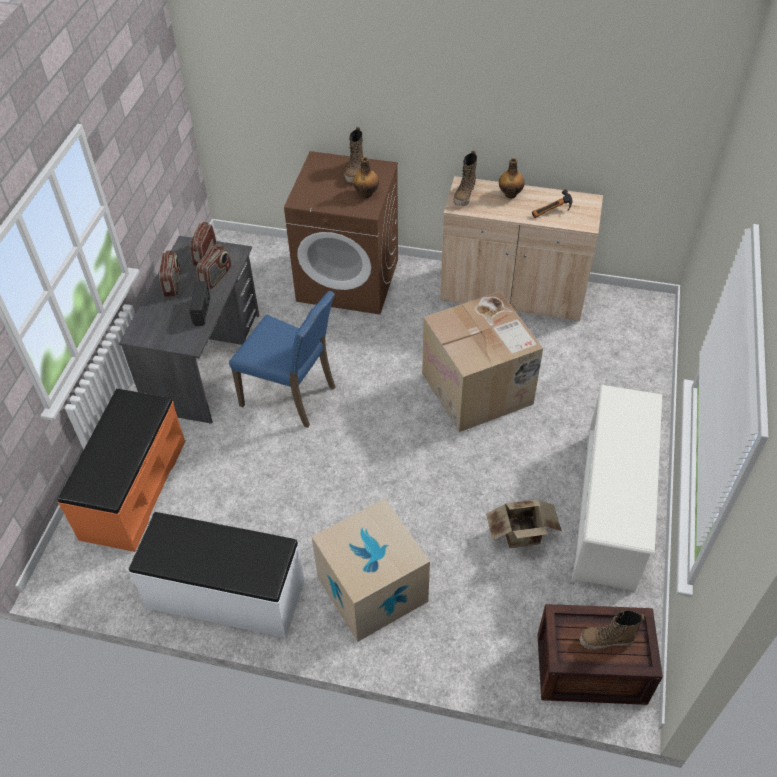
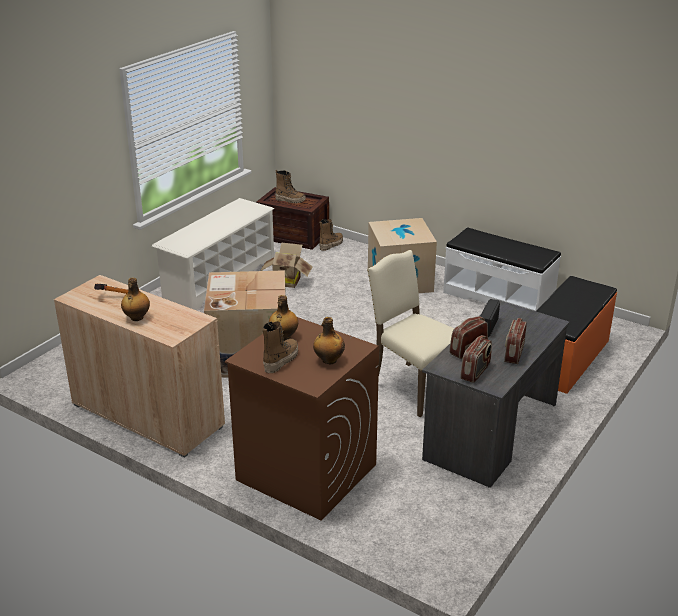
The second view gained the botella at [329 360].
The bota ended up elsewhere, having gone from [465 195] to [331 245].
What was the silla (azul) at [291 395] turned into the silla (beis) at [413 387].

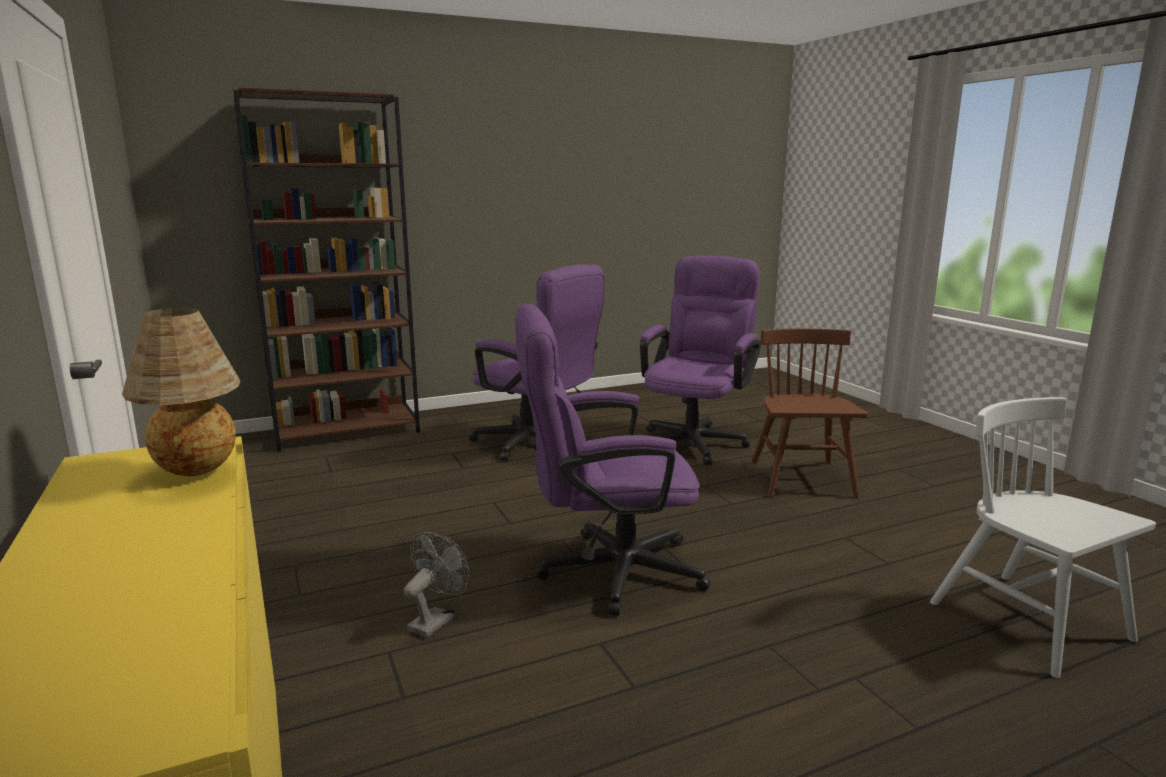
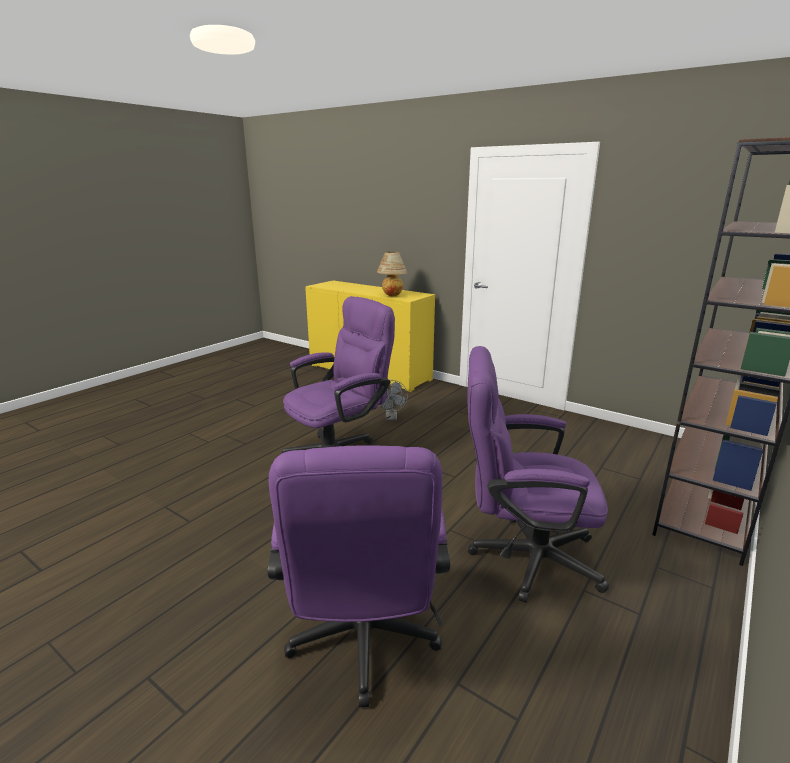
The second view lost the silla (marrón) at [801 479].
The second view lost the silla (blanco) at [1029 622].

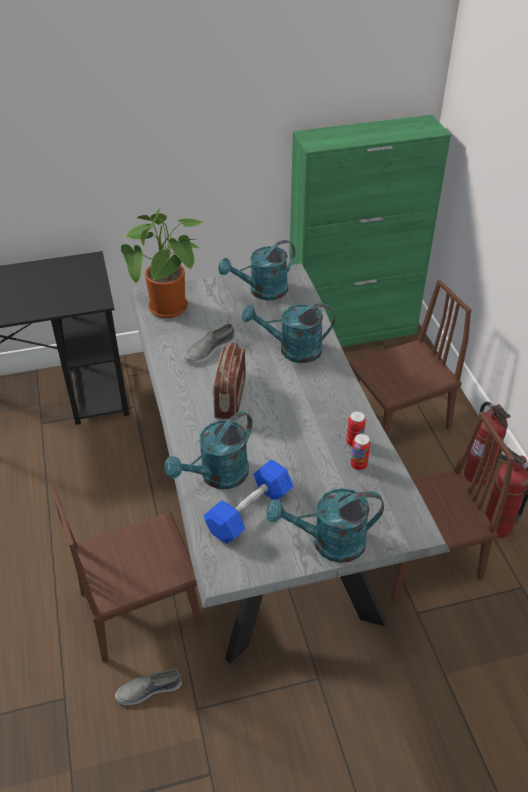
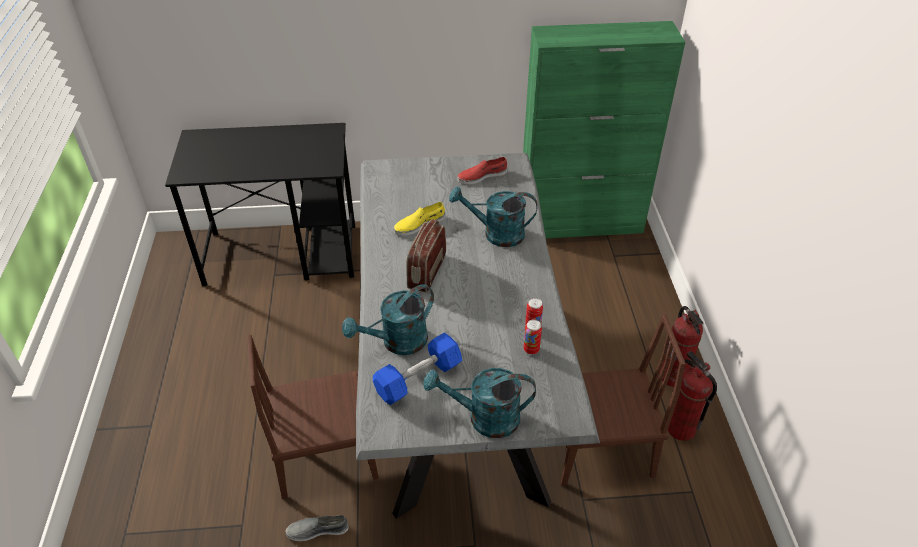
The second view lost the planta en maceta at [170 310].
The second view lost the silla (marrón) at [398 418].
Where the regadera (turquesa) stood at [262 292], the zapato (rojo) came to stand at [482 176].
What was the zapato (gris) at [209 349] turned into the zapato (amarillo) at [419 224].

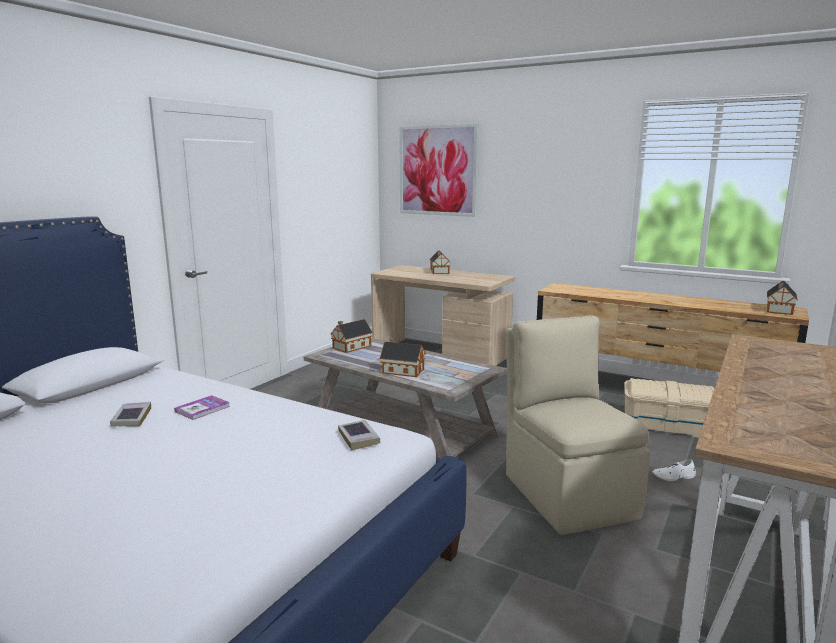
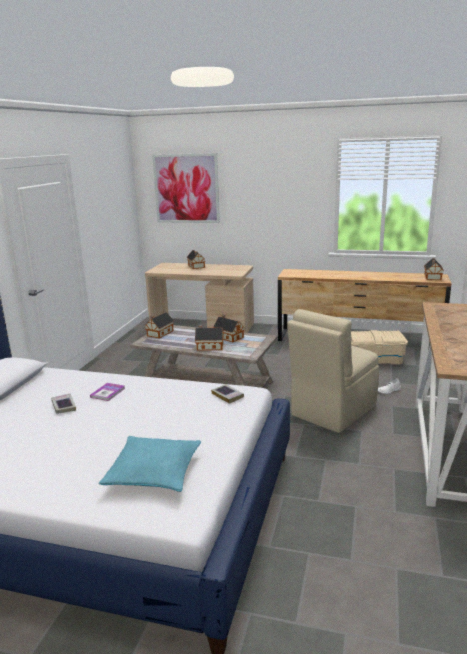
The second view gained the cojín (turquesa) at [154 472].
The second view gained the casita at [228 337].
The silla (beis) at [567 493] ended up facing another way, 105 degrees counterclockwise from before.

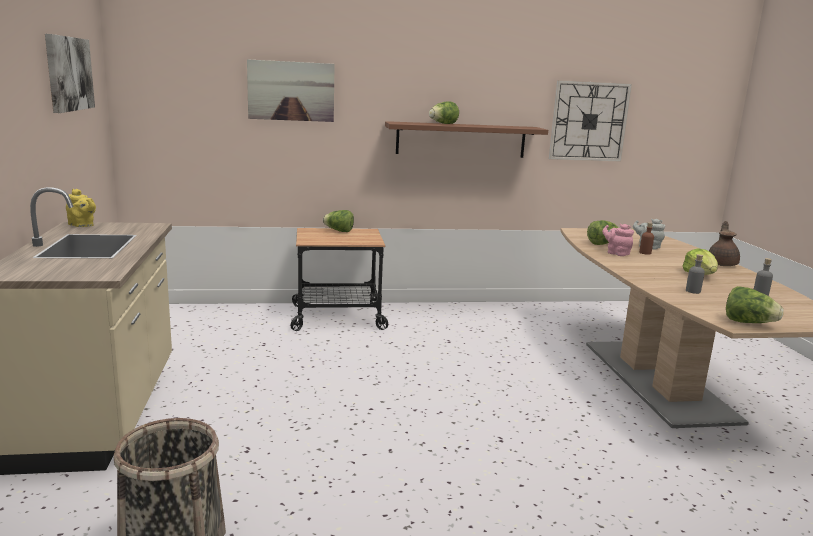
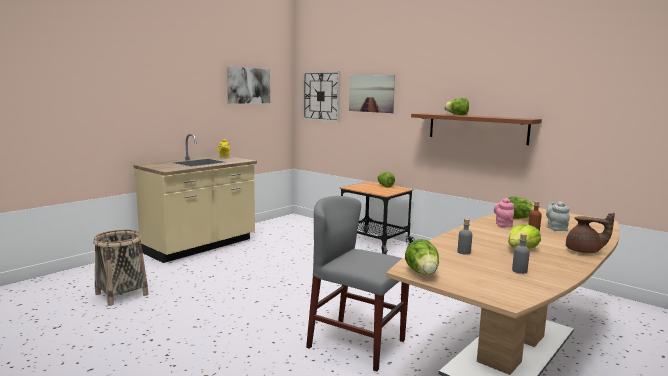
The second view gained the silla (gris) at [356 344].
The reloj de pared ended up elsewhere, having gone from [589 121] to [321 96].
The tetera (marrón) at [722 264] ended up facing another way, 45 degrees clockwise from before.

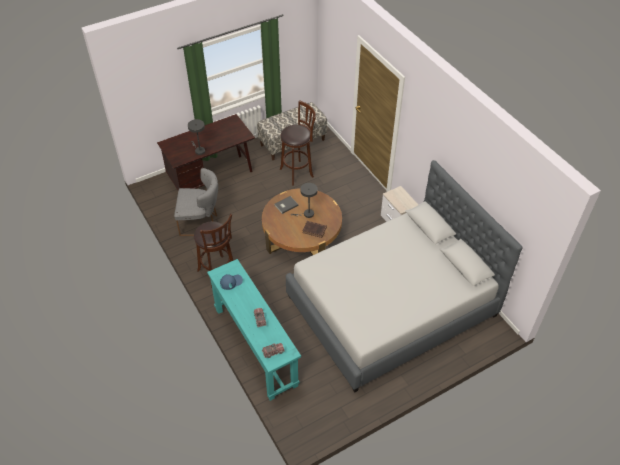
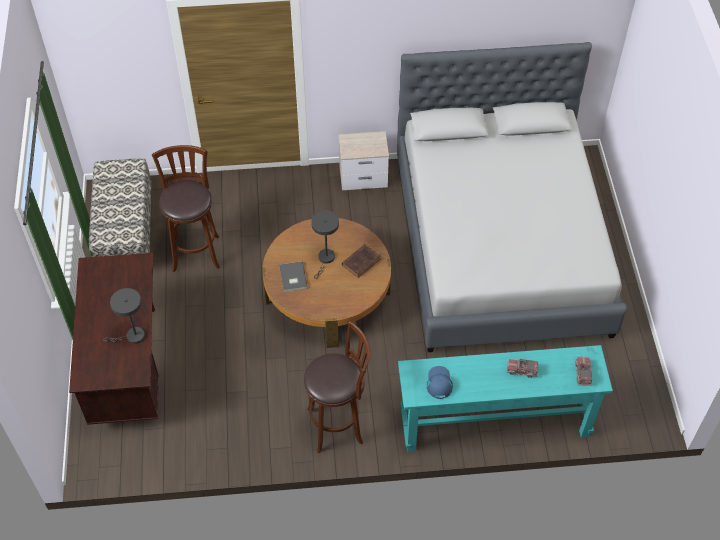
The second view lost the silla (gris) at [201 222].

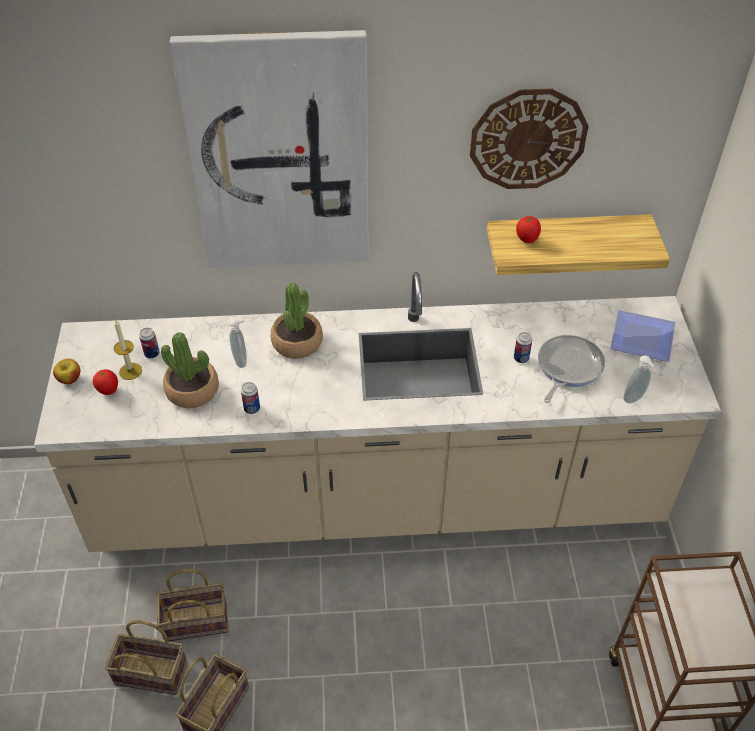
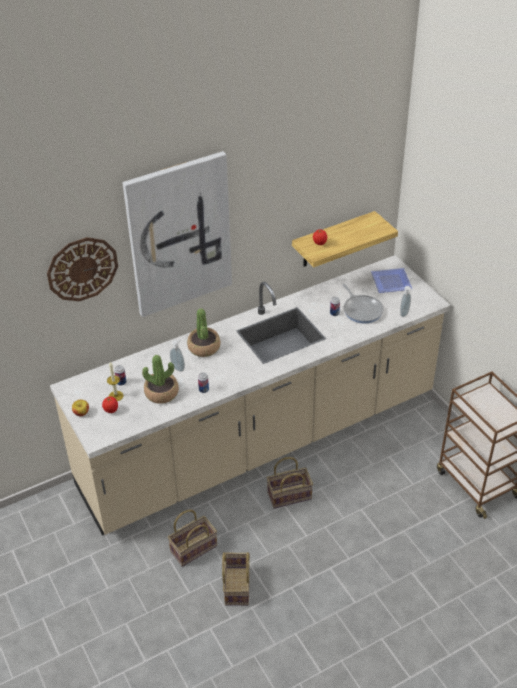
The cesta ended up elsewhere, having gone from [153 672] to [290 495].
The reloj de pared ended up elsewhere, having gone from [528 139] to [82 269].
The sartén at [567 367] ended up facing another way, 150 degrees clockwise from before.

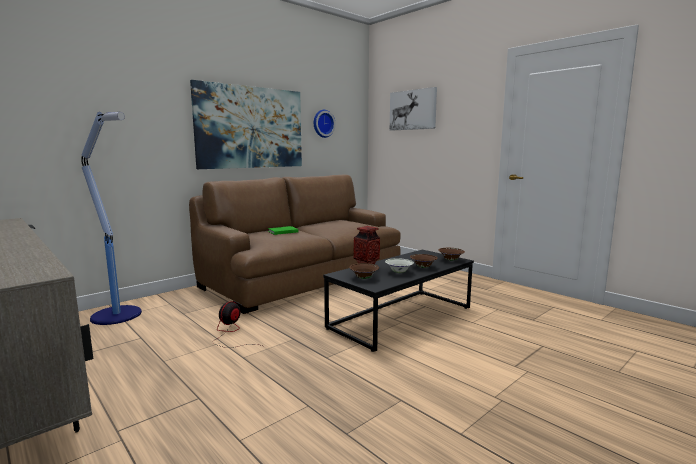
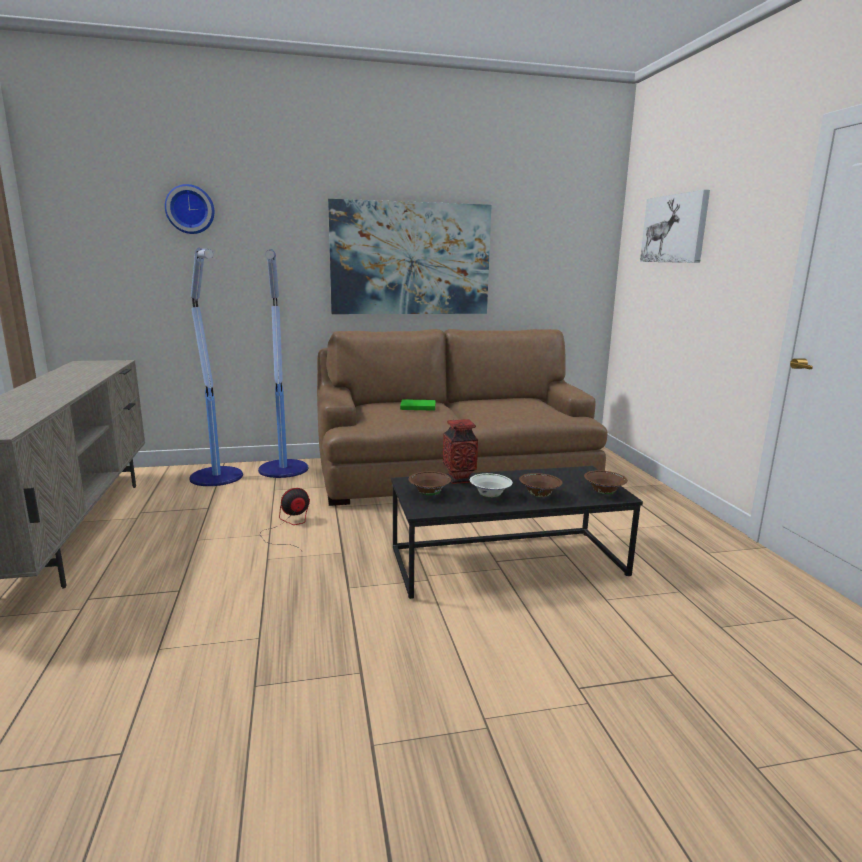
The second view gained the lámpara de pie at [283 470].
The reloj de pared ended up elsewhere, having gone from [322 123] to [190 209].

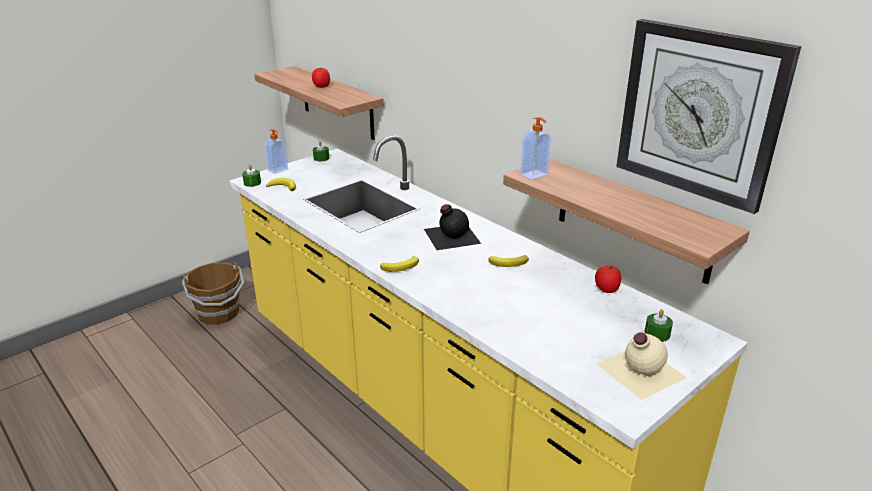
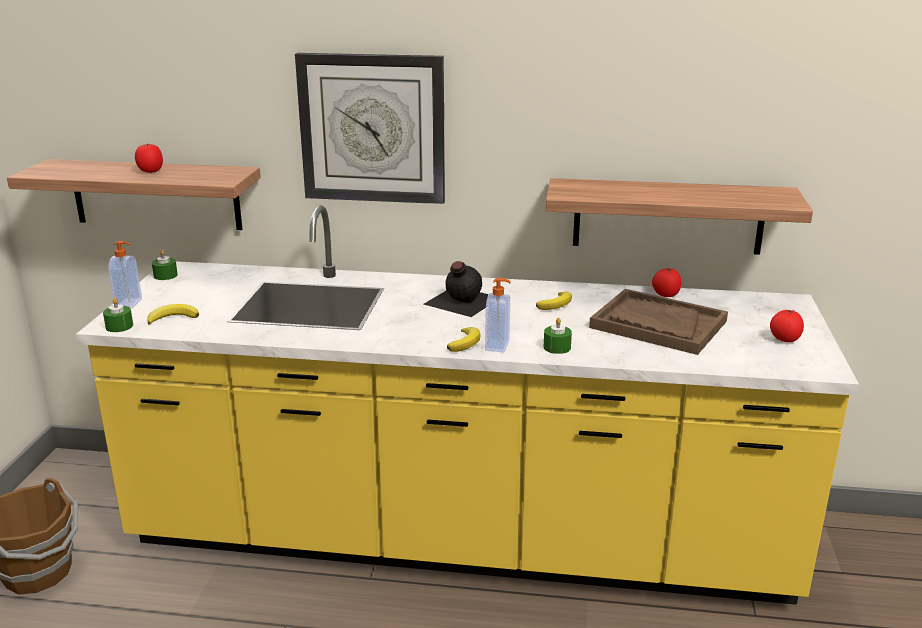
The second view gained the bandeja (marrón) at [657 324].
The dispensador de jabón ended up elsewhere, having gone from [534 175] to [498 346].
The reloj de pared ended up elsewhere, having gone from [699 113] to [372 128].
The vela (verde) ended up elsewhere, having gone from [657 334] to [557 347].
Where the botella (beis) stood at [639 370], the tomate came to stand at [784 340].

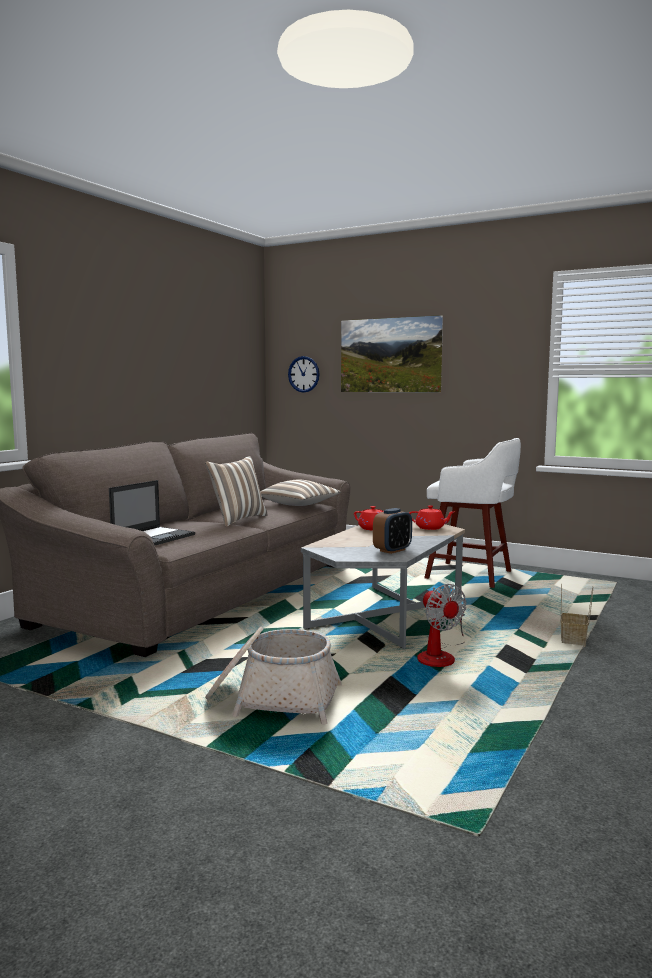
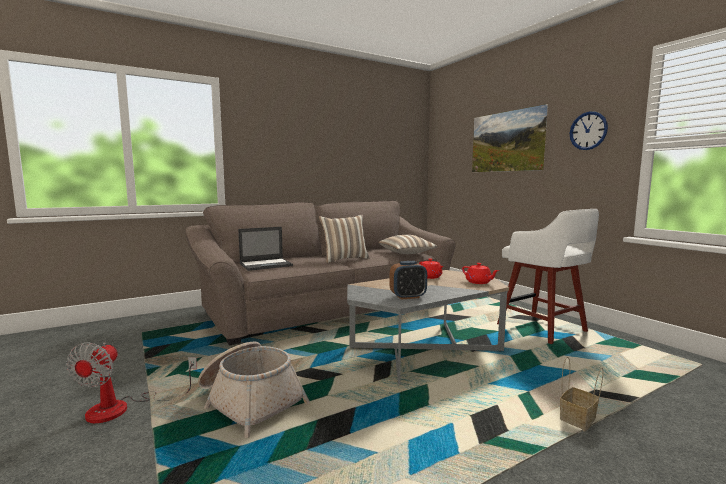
The reloj de pared ended up elsewhere, having gone from [303 374] to [588 131].
The ventilador ended up elsewhere, having gone from [440 656] to [123 408].

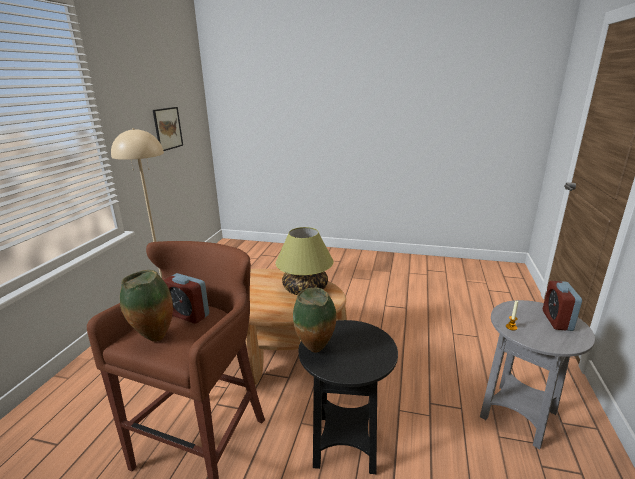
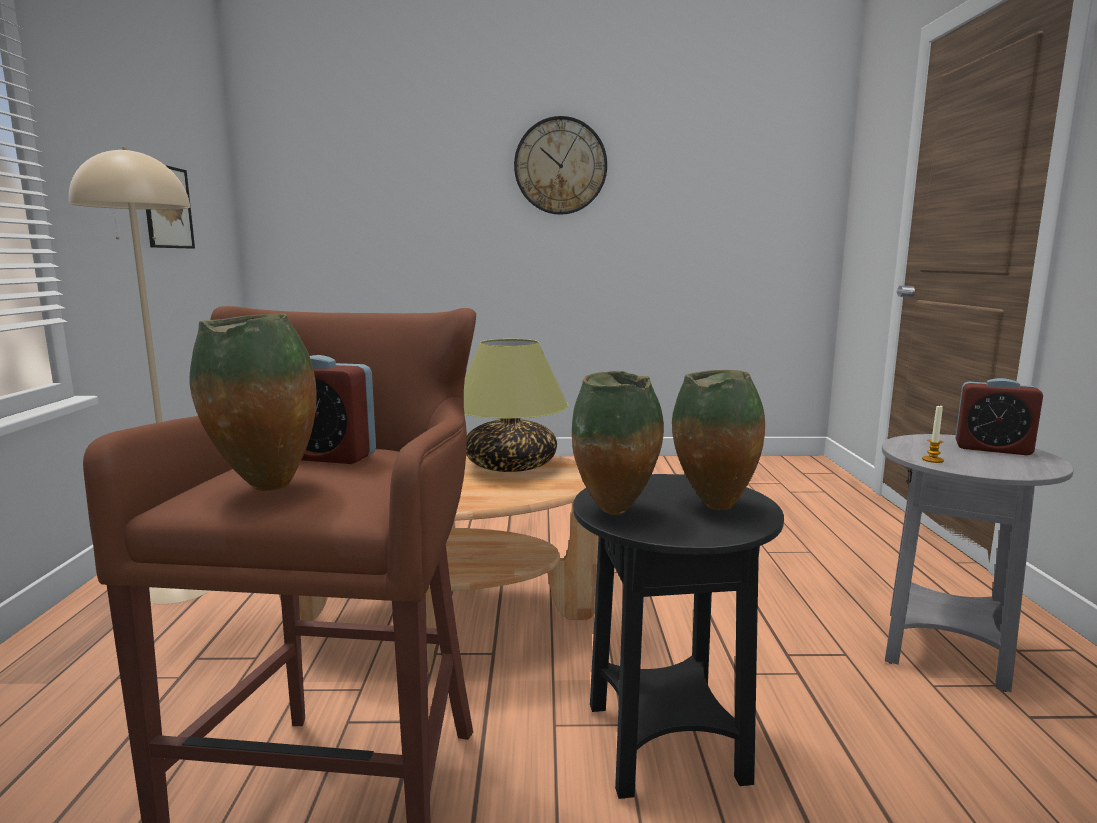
The second view gained the reloj de pared at [560 166].
The second view gained the florero at [713 507].
The despertador at [557 320] ended up facing another way, 60 degrees counterclockwise from before.

